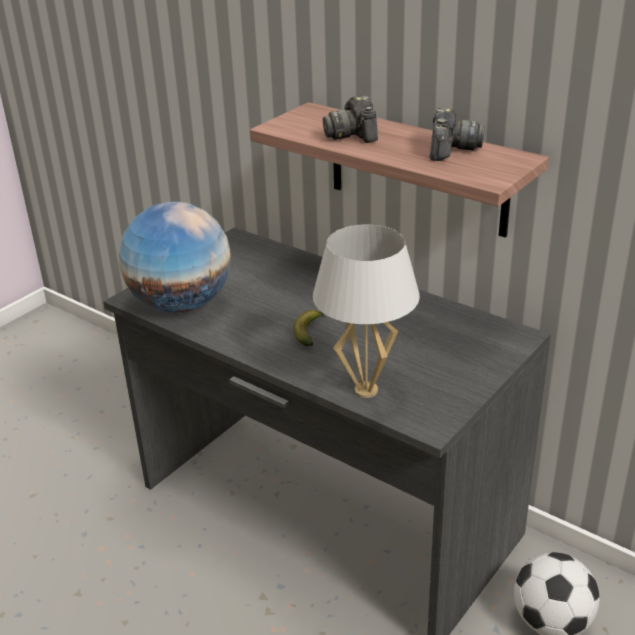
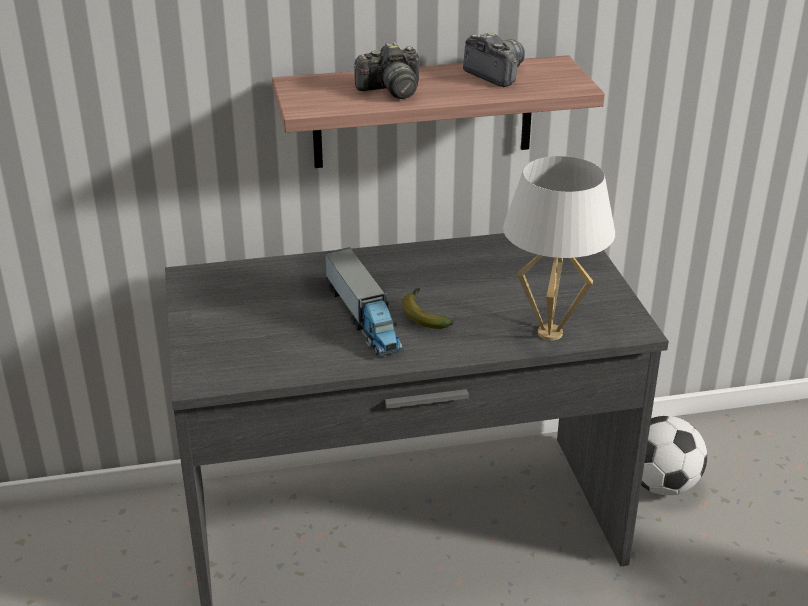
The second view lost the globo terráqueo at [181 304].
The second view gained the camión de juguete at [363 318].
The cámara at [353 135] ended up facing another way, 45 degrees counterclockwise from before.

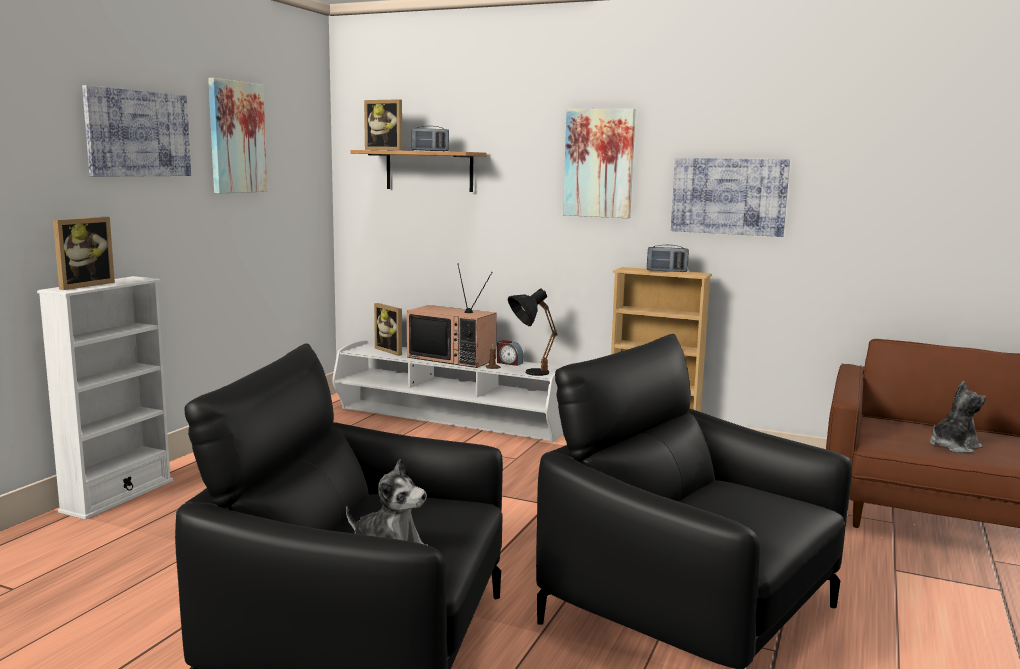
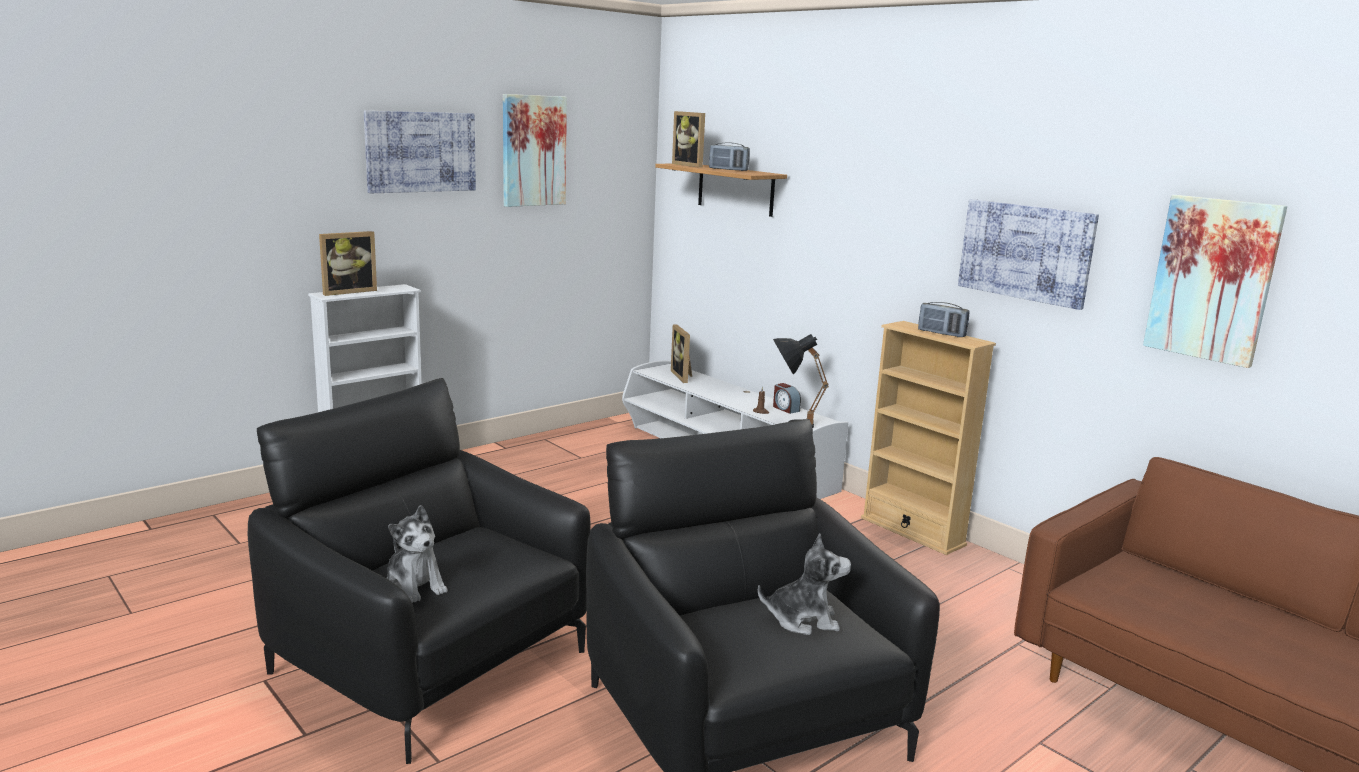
The second view lost the televisor at [453 358].
The cuadro ended up elsewhere, having gone from [599 163] to [1212 279].
The peluche ended up elsewhere, having gone from [953 446] to [803 620].

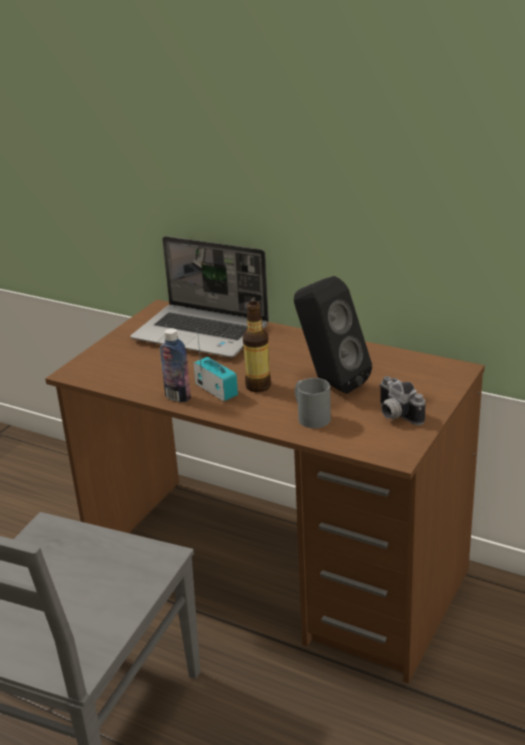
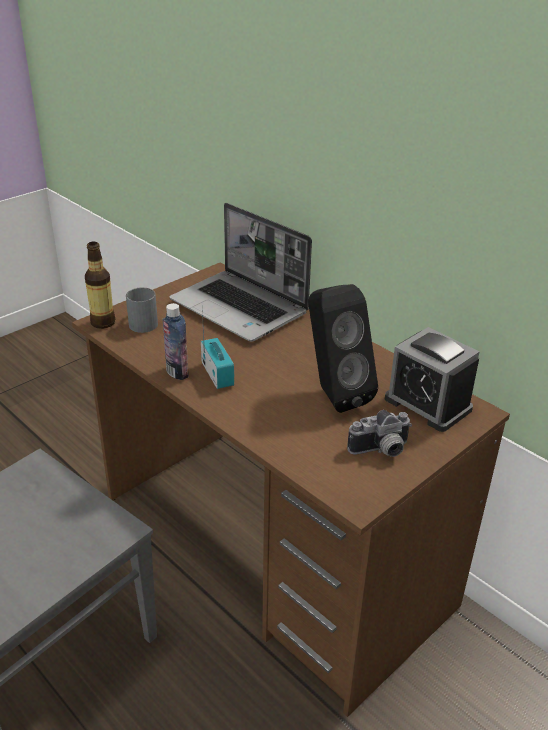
The second view gained the despertador at [427 404].
The botella ended up elsewhere, having gone from [258 386] to [103 323].
The taza grande (gris) ended up elsewhere, having gone from [310 416] to [142 321].
The cámara at [395 415] ended up facing another way, 90 degrees counterclockwise from before.

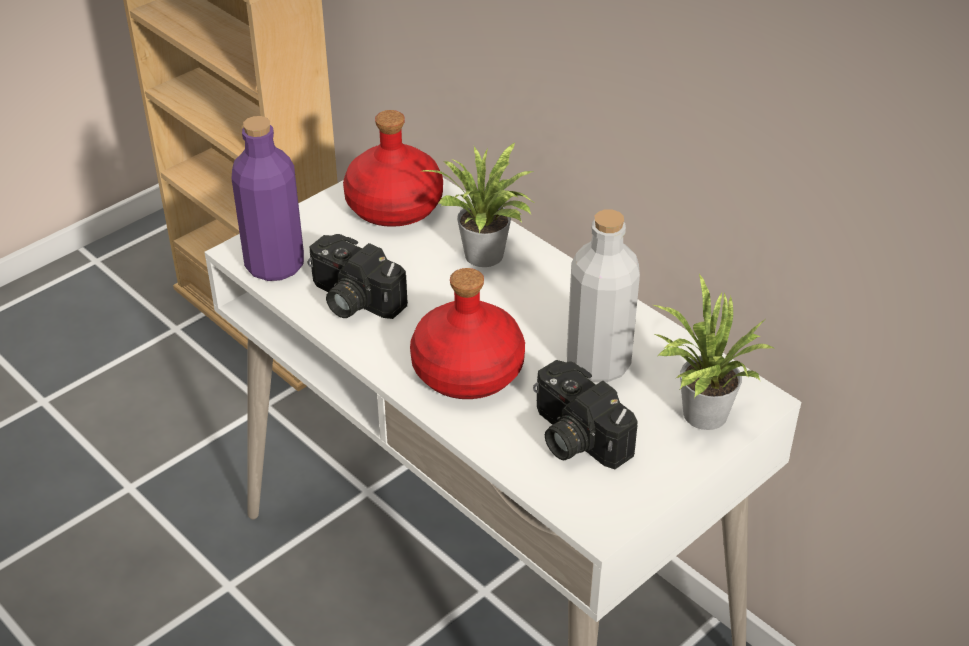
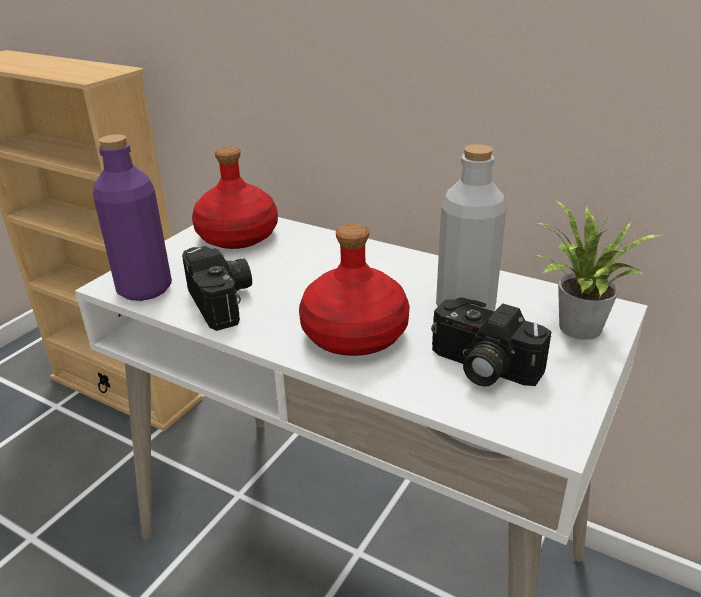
The second view lost the planta en maceta at [485 258].
The cámara at [351 300] ended up facing another way, 135 degrees counterclockwise from before.

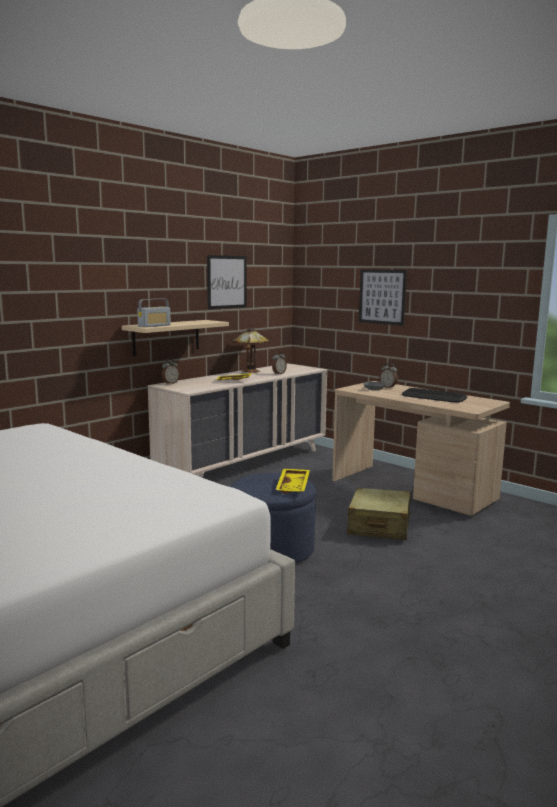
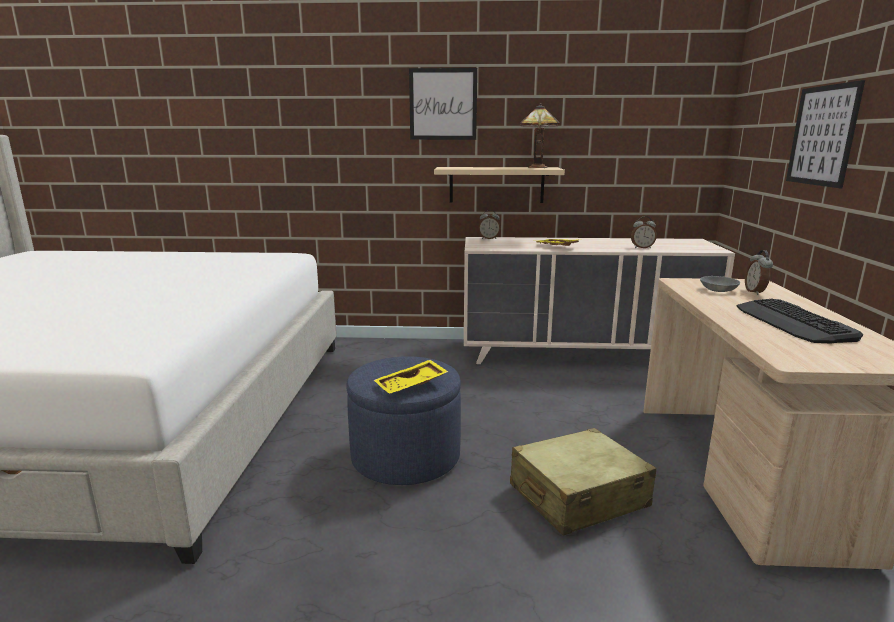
The second view lost the radio at [154 326].
The cuadro ended up elsewhere, having gone from [226 282] to [443 104].
The lámpara de mesa ended up elsewhere, having gone from [250 372] to [536 167].

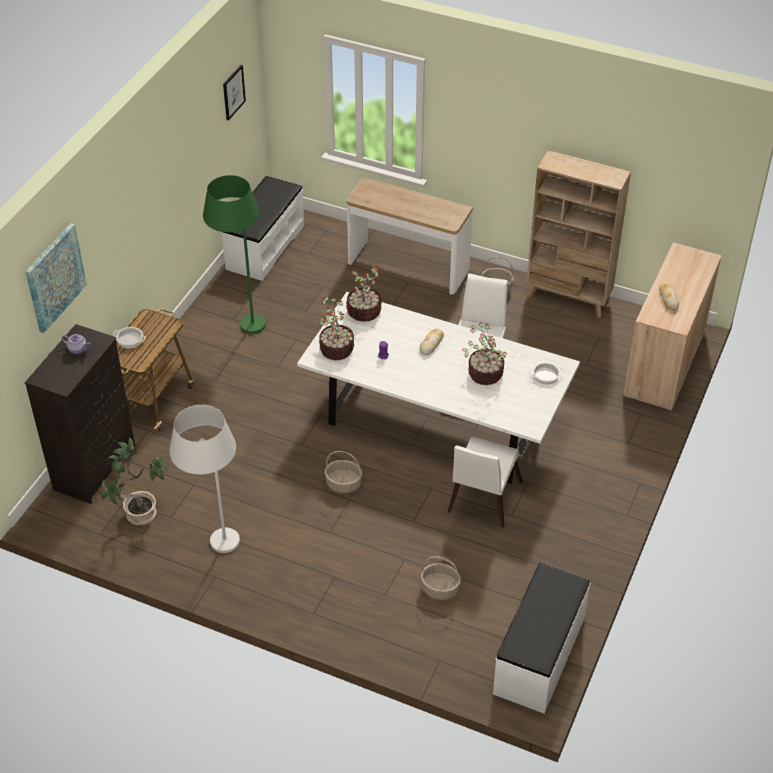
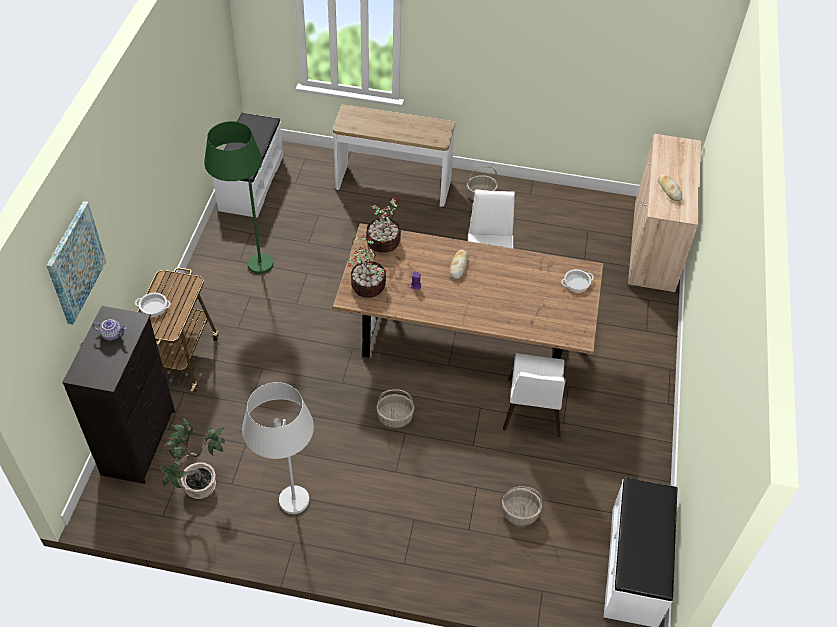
The second view lost the cuadro at [233 92].
The second view lost the planta en maceta at [484 374].
The second view lost the estantería (beis) at [568 298].
What was the mesa de comedor (blanco) at [436 422] turned into the mesa de comedor (marrón) at [465 338].

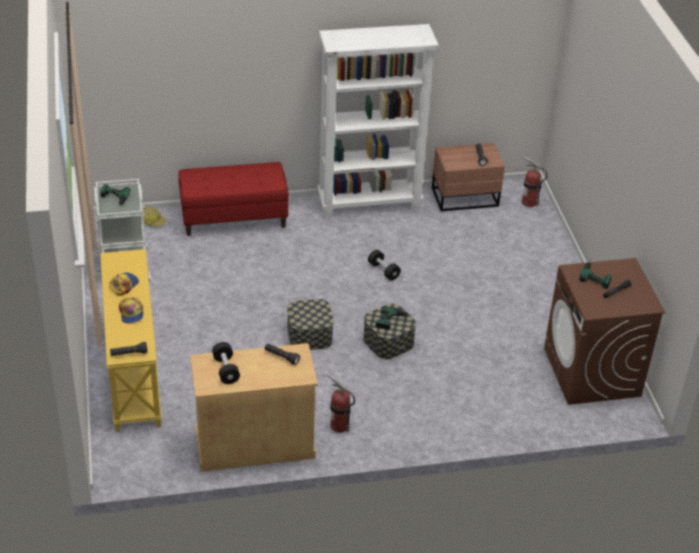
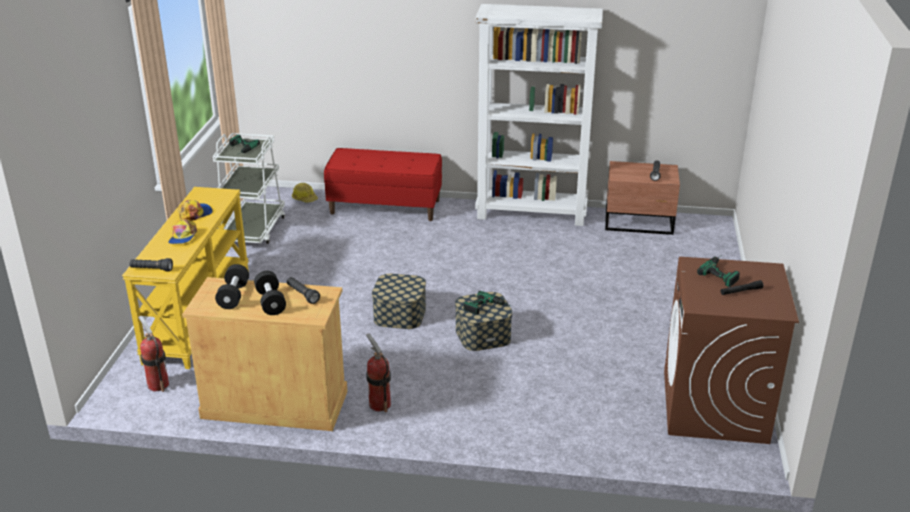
The mancuerna (negro) ended up elsewhere, having gone from [383 271] to [270 302].
The extintor ended up elsewhere, having gone from [529 202] to [158 384].

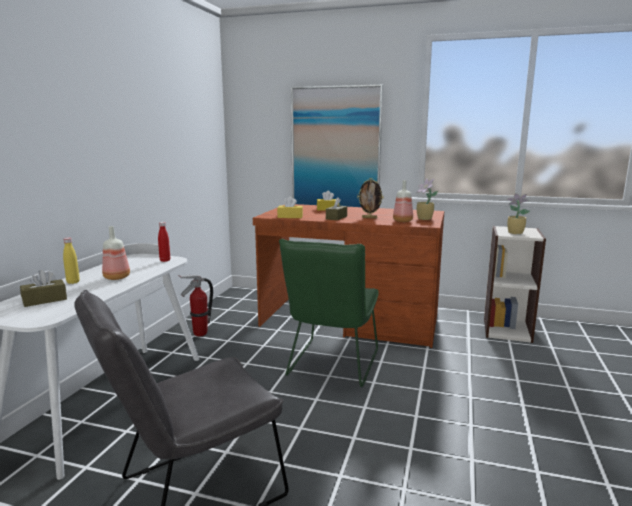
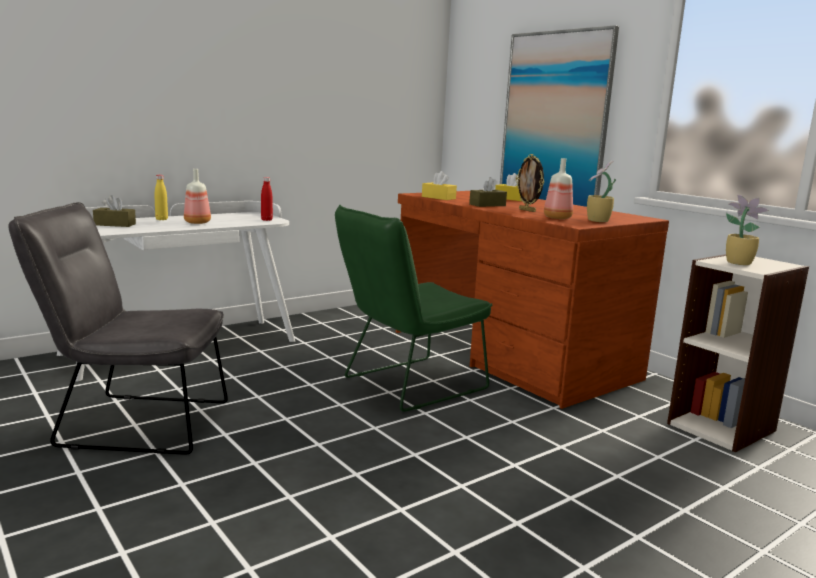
The second view lost the extintor at [199 334].

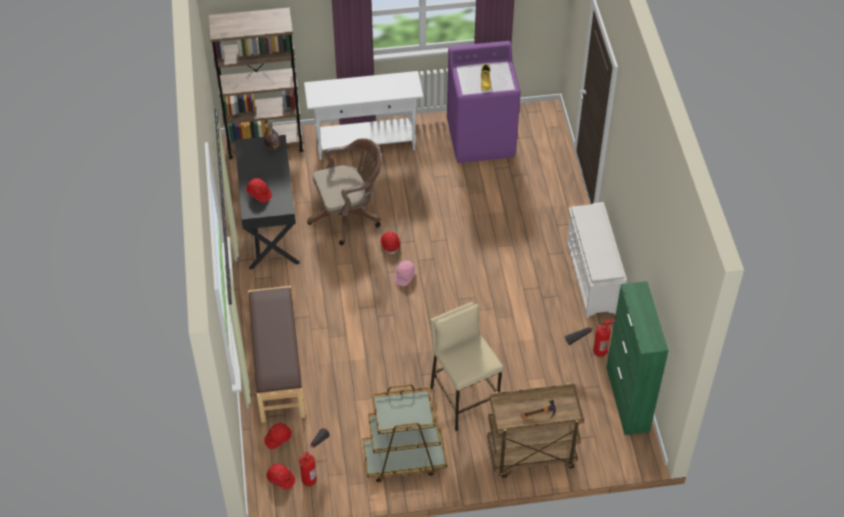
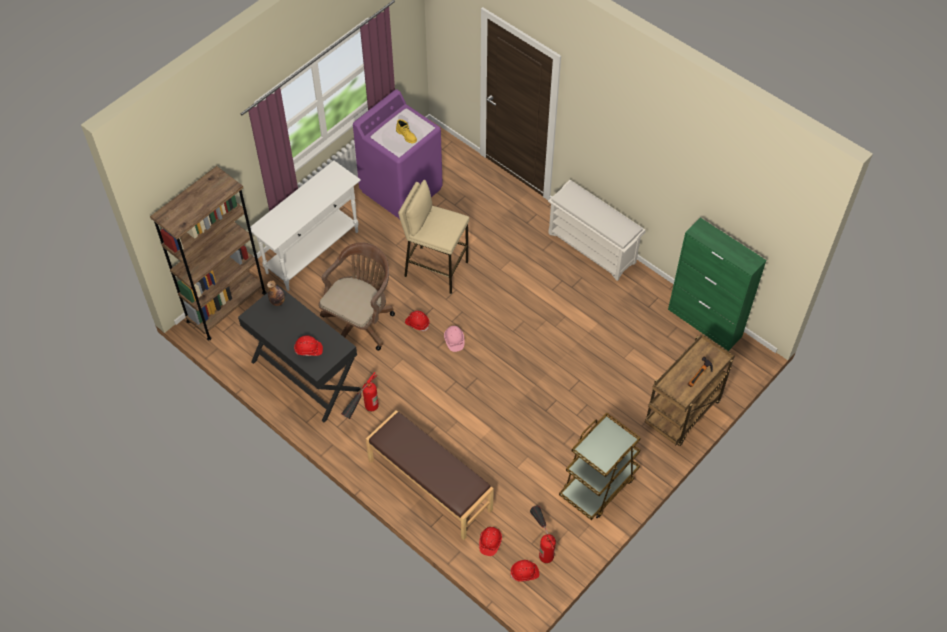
The taburete (beis) ended up elsewhere, having gone from [463 399] to [436 269].
The extintor ended up elsewhere, having gone from [587 353] to [363 414].

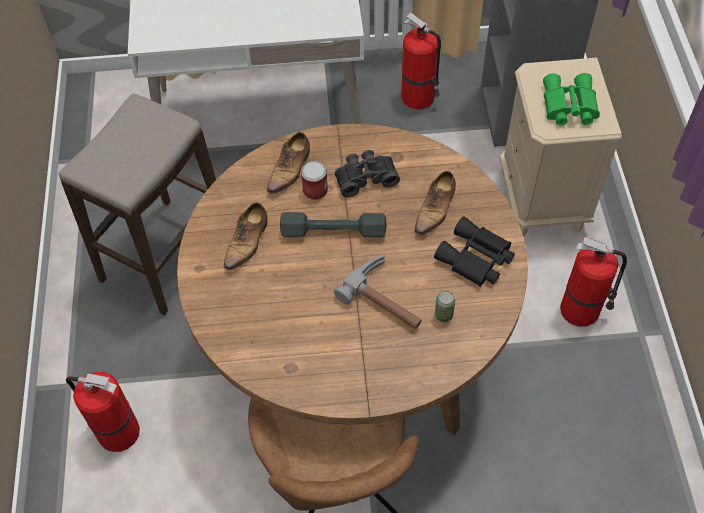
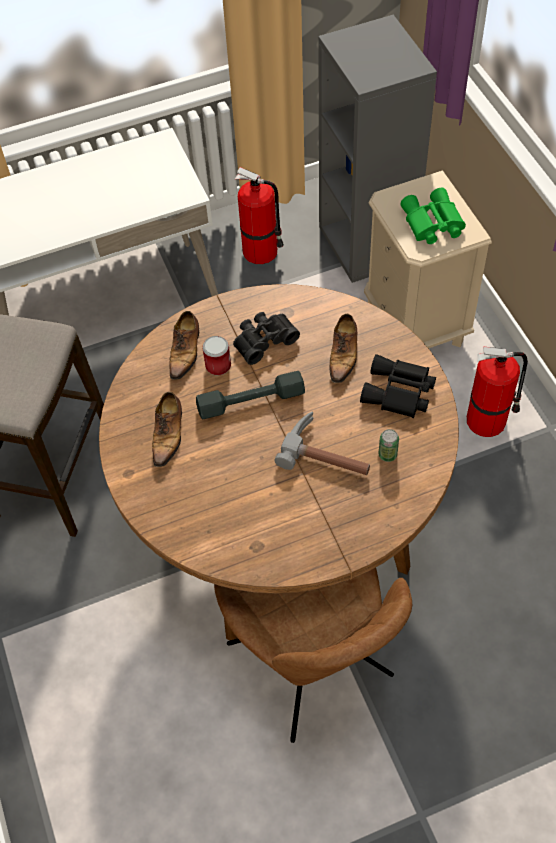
The second view lost the extintor at [116 431].

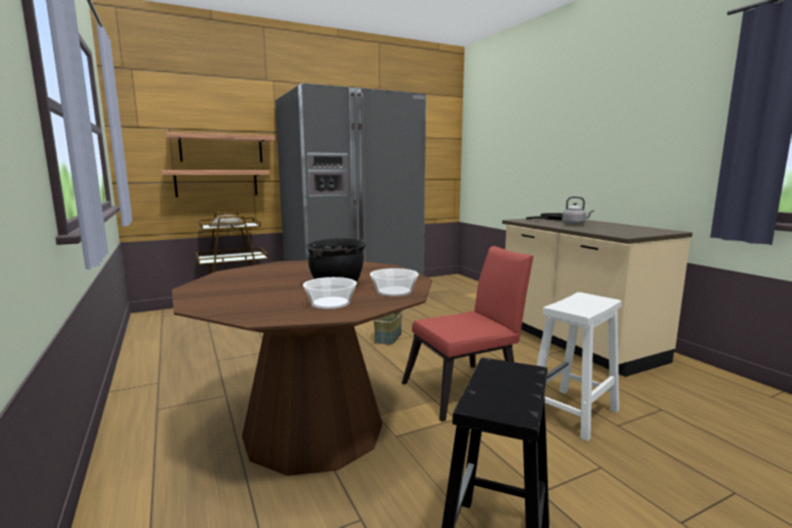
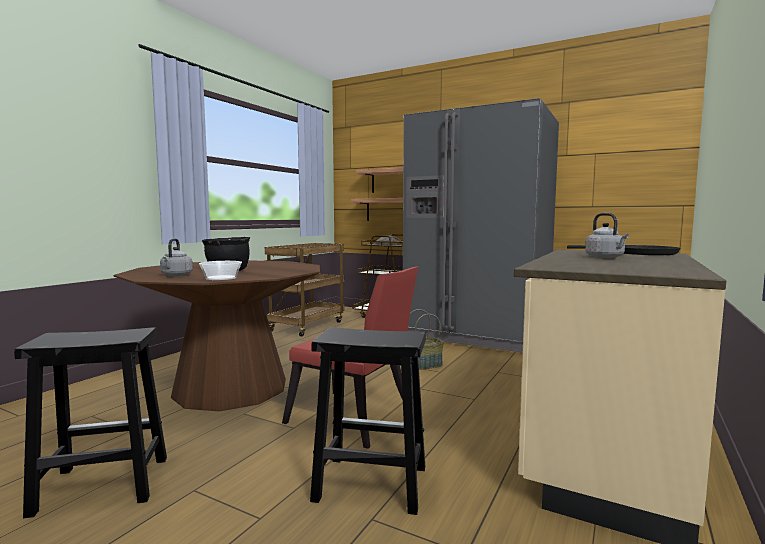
The second view gained the carrito (marrón) at [307 326].
Where the cuenco stood at [331 303], the hervidor (gris) came to stand at [176 275].
What was the taburete (blanco) at [573 413] turned into the taburete (negro) at [369 483].

